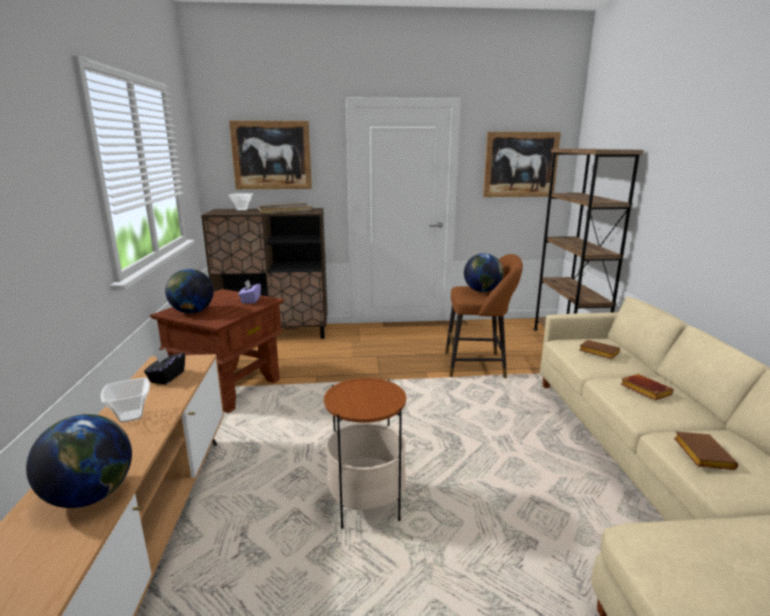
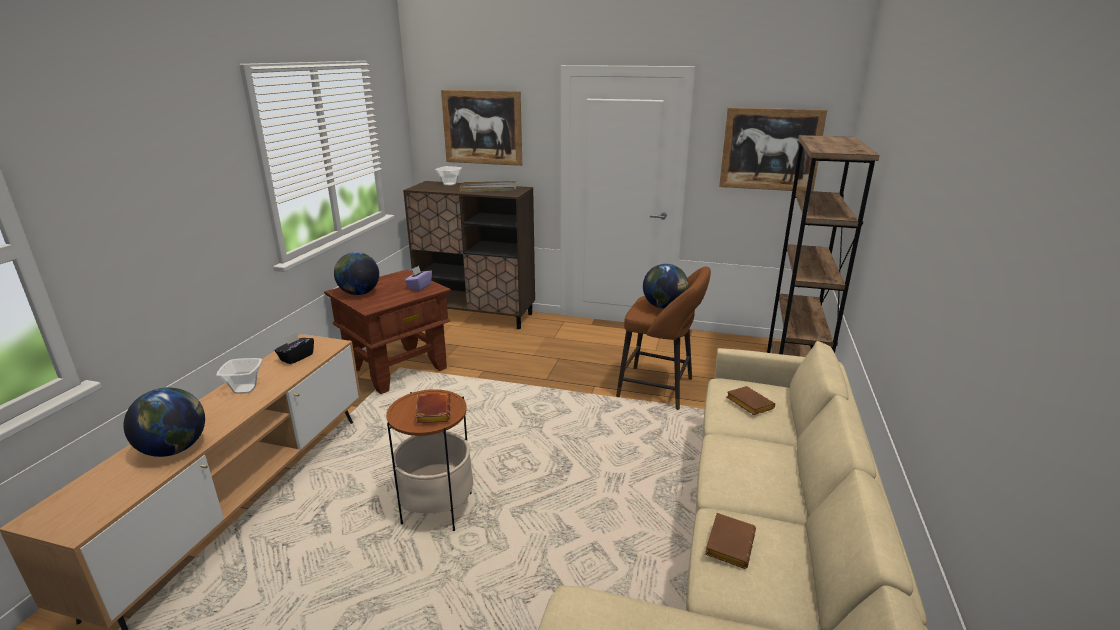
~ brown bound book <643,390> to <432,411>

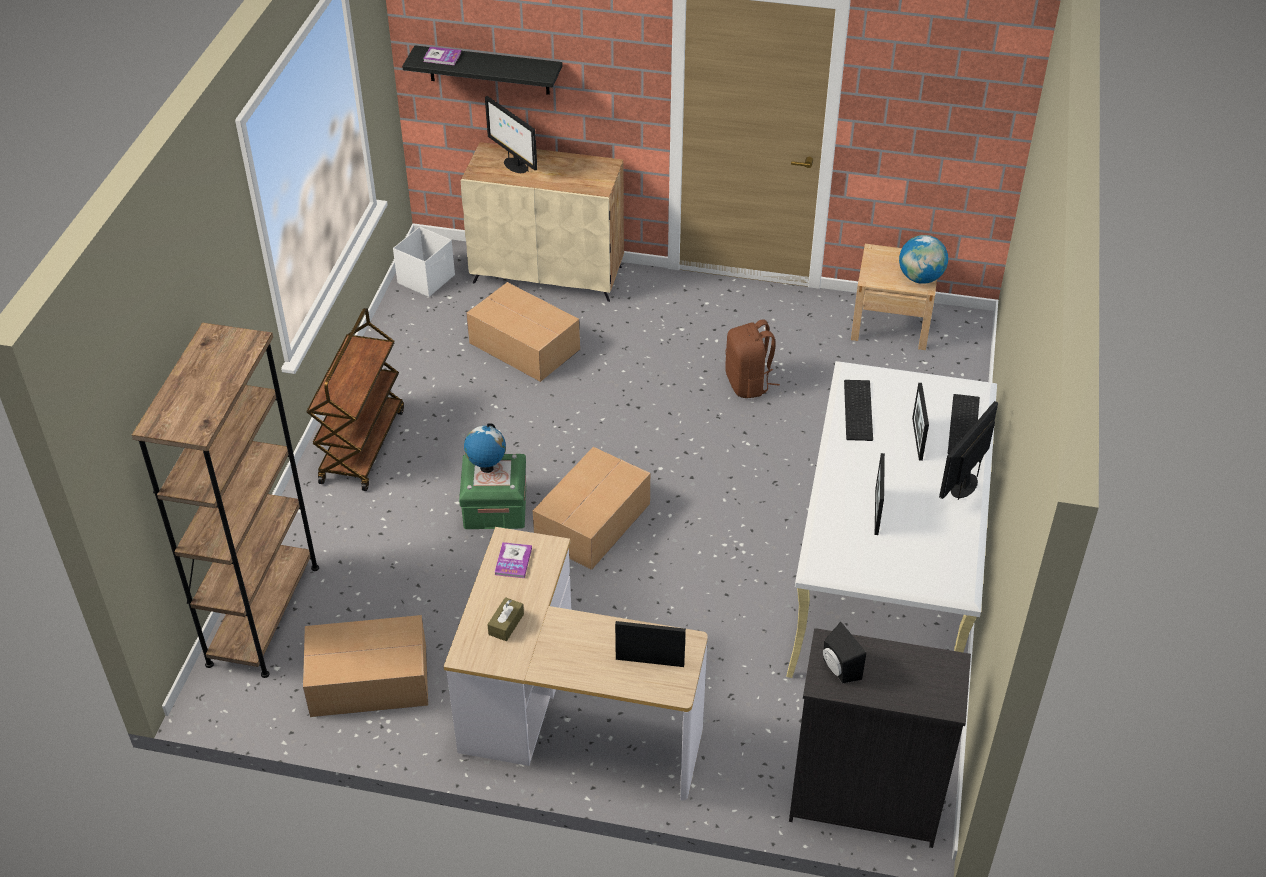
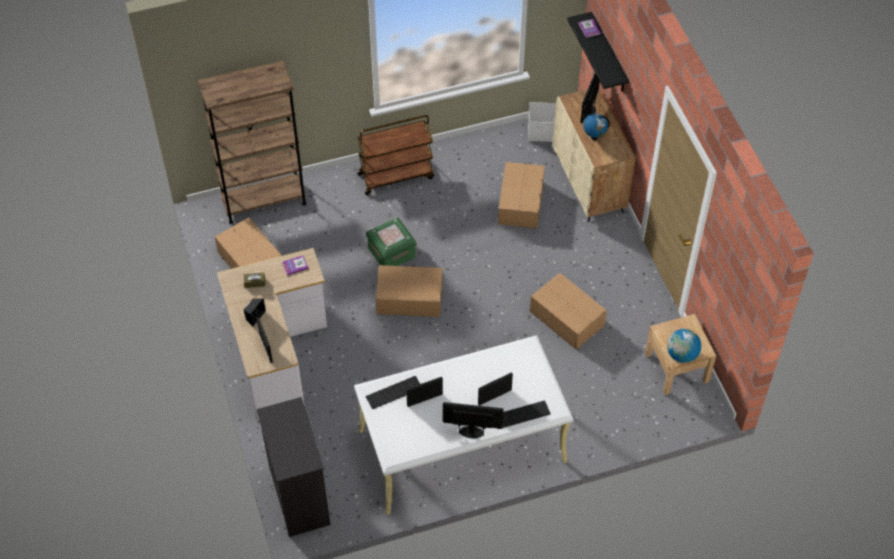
~ brown knapsack <748,384> to carton <567,319>
~ PC keyboard <860,411> to <394,393>
~ world globe <486,468> to <594,137>
~ black-coloured loudspeaker <838,669> to <254,316>

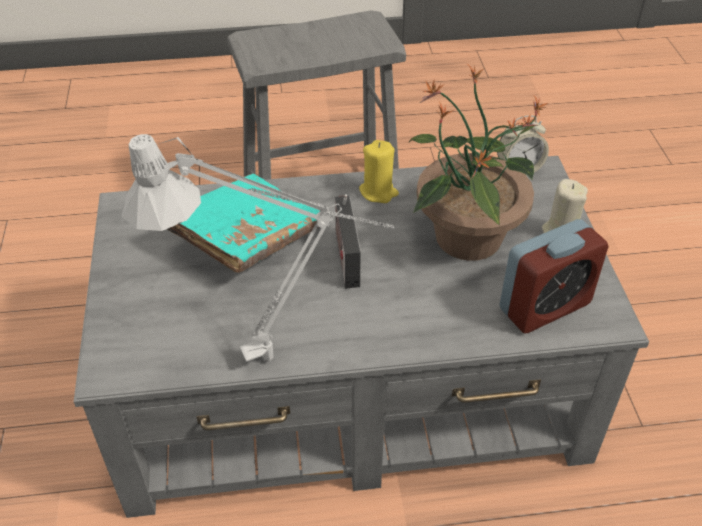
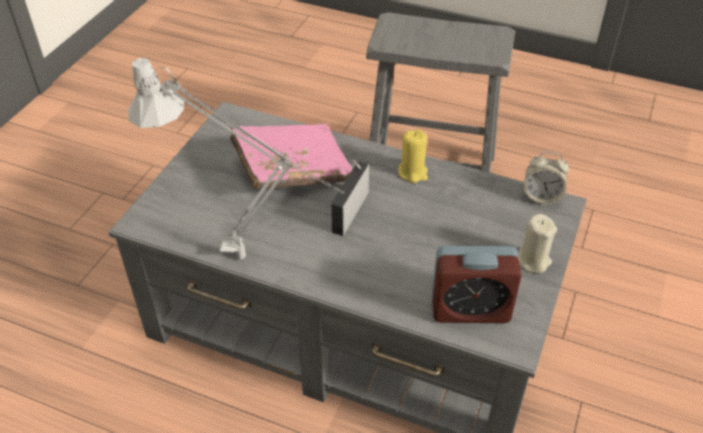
- potted plant <466,238>
~ turquoise-coloured bound book <246,238> to pink-coloured bound book <292,169>

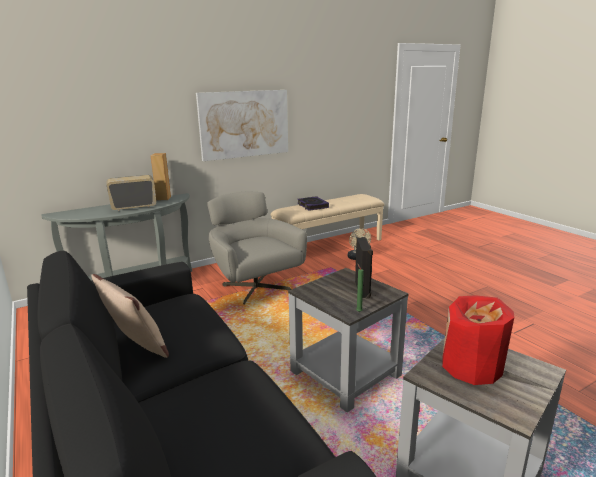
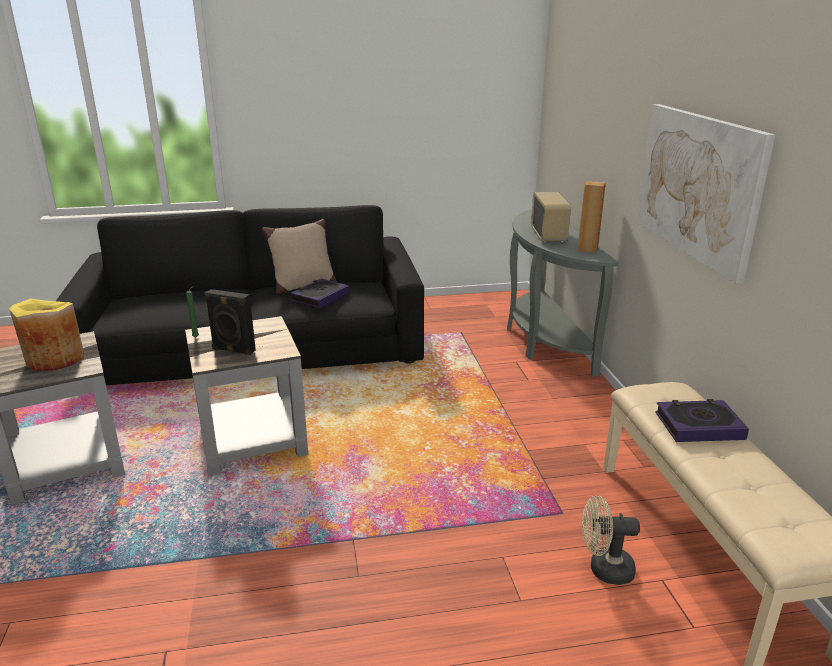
- grey armchair <254,287>
~ red-coloured flower vase <472,365> to yellowish flower vase <55,359>
+ bound book <320,297>

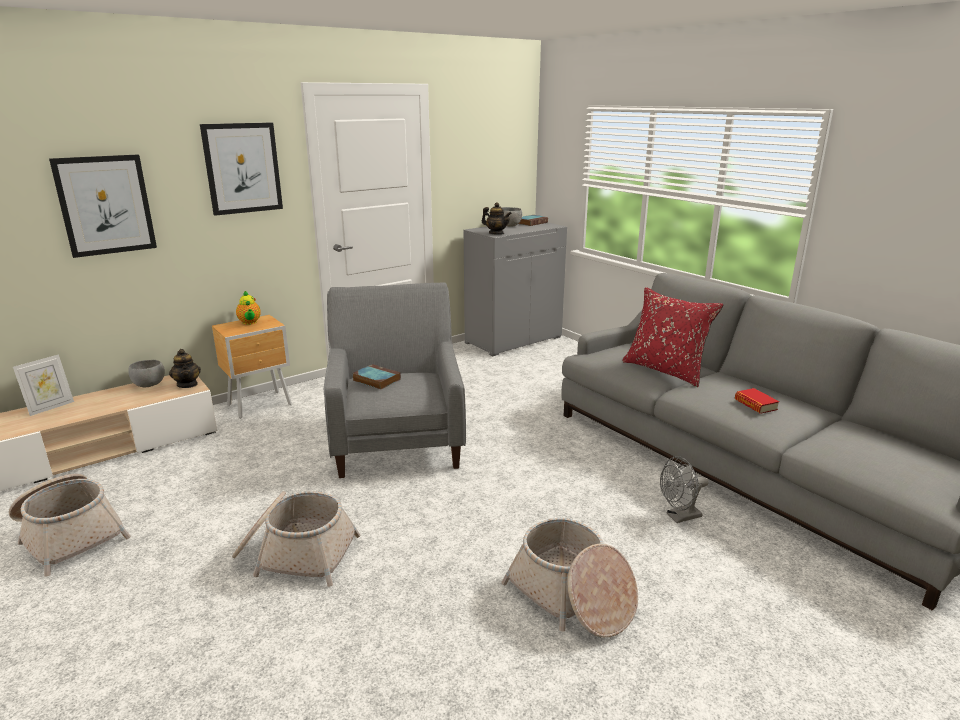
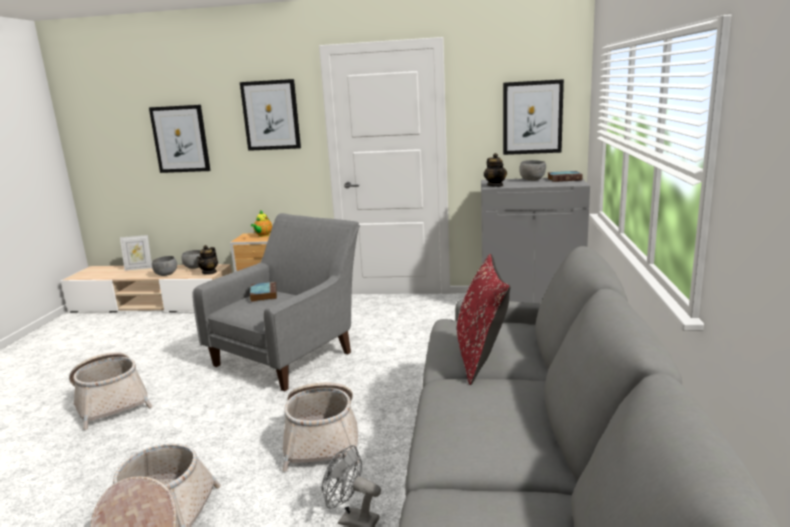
- bound book <755,404>
~ basket <70,535> to <322,438>
+ wall picture <532,117>
+ grey serving bowl <166,275>

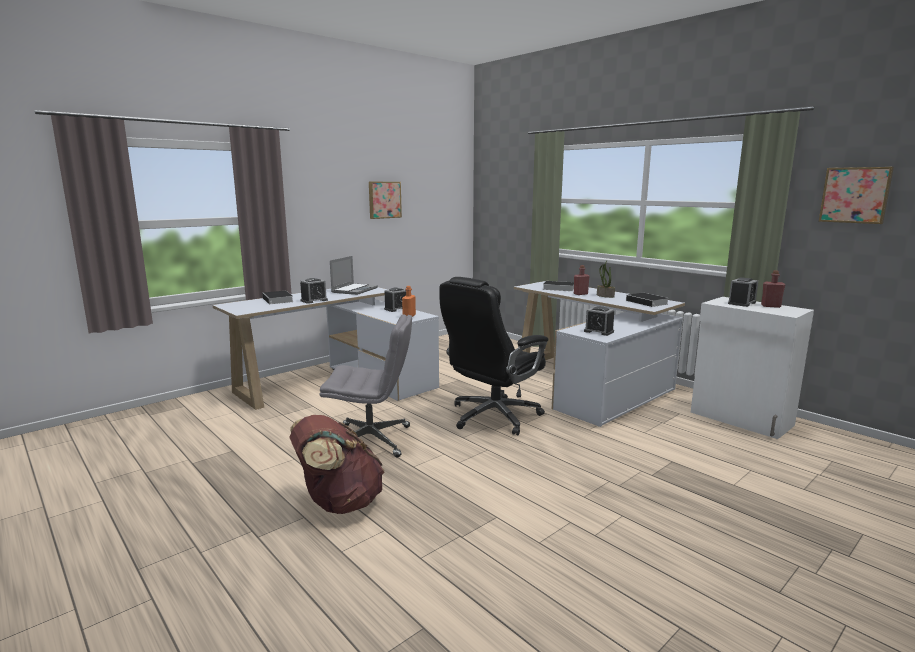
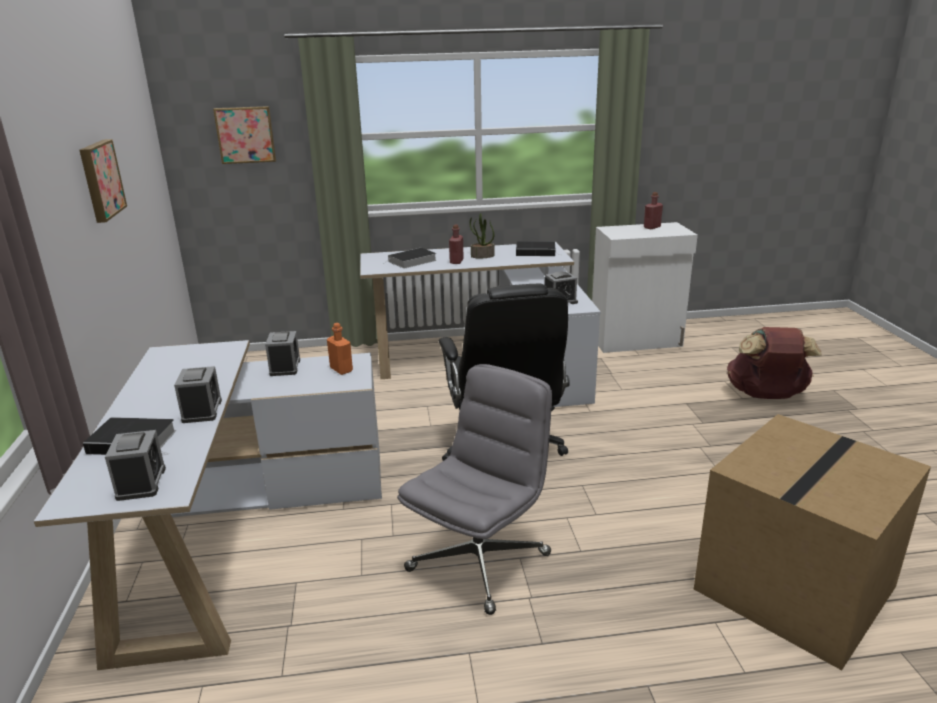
~ wall picture <855,195> to <245,134>
- laptop <354,290>
~ alarm clock <741,303> to <141,483>
~ brown knapsack <338,503> to <766,396>
+ carton <795,590>

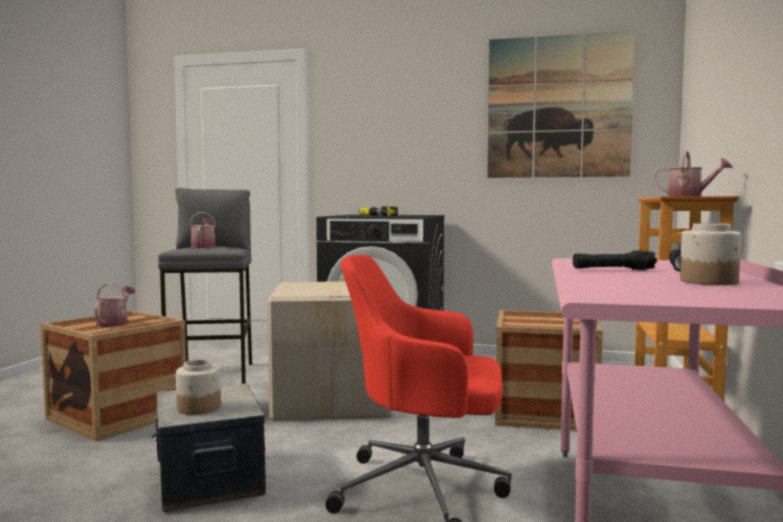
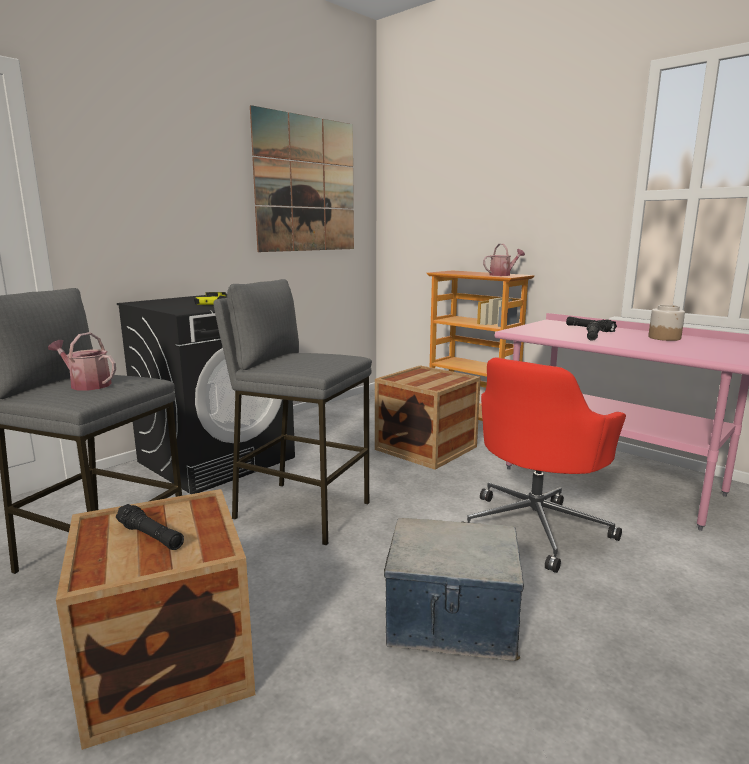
~ carton <334,400> to grey stool <301,510>
~ sprinkling can <115,323> to black-coloured torch <150,536>
- storage jar <199,408>

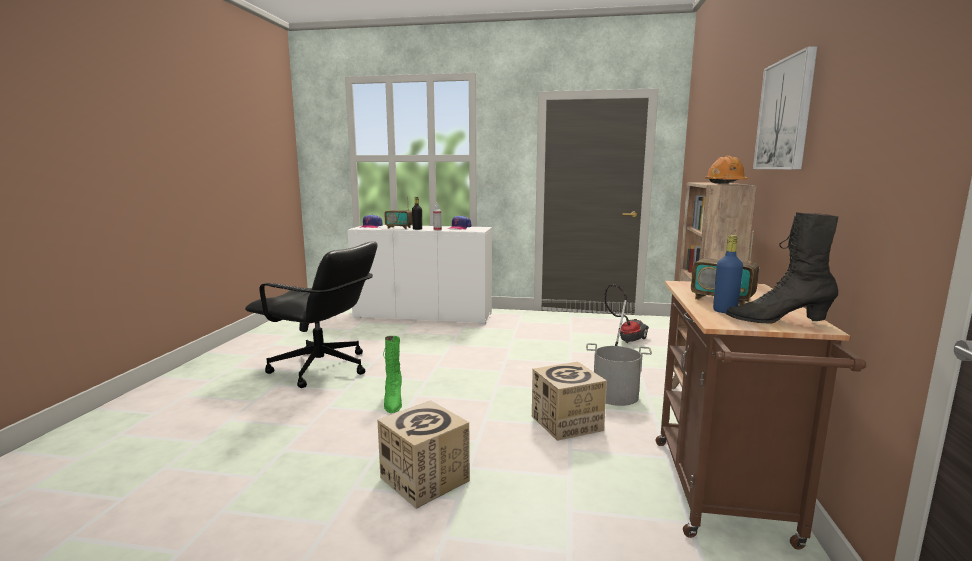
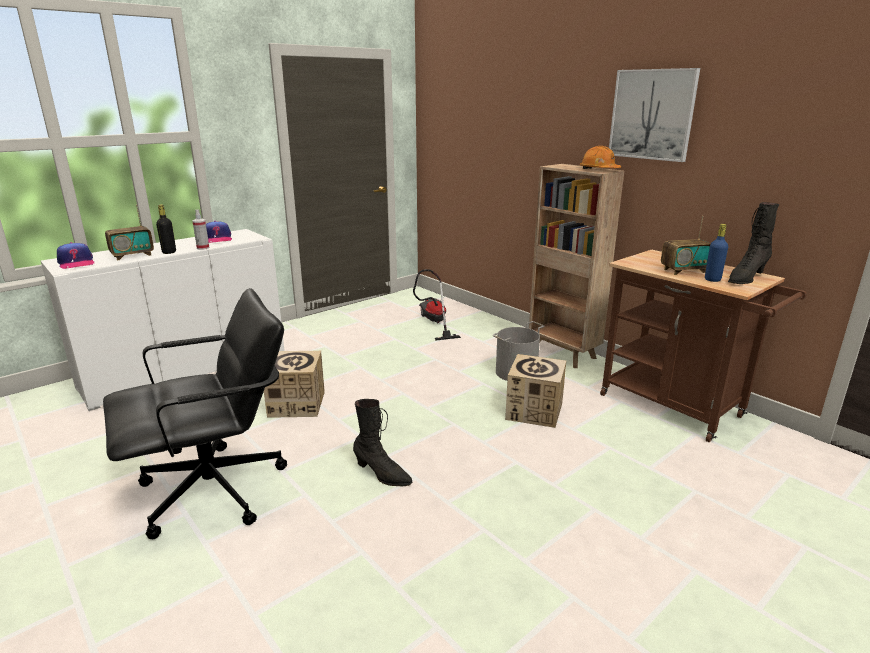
~ green-coloured boot <393,402> to black-coloured boot <382,474>
~ carton <424,479> to <296,404>

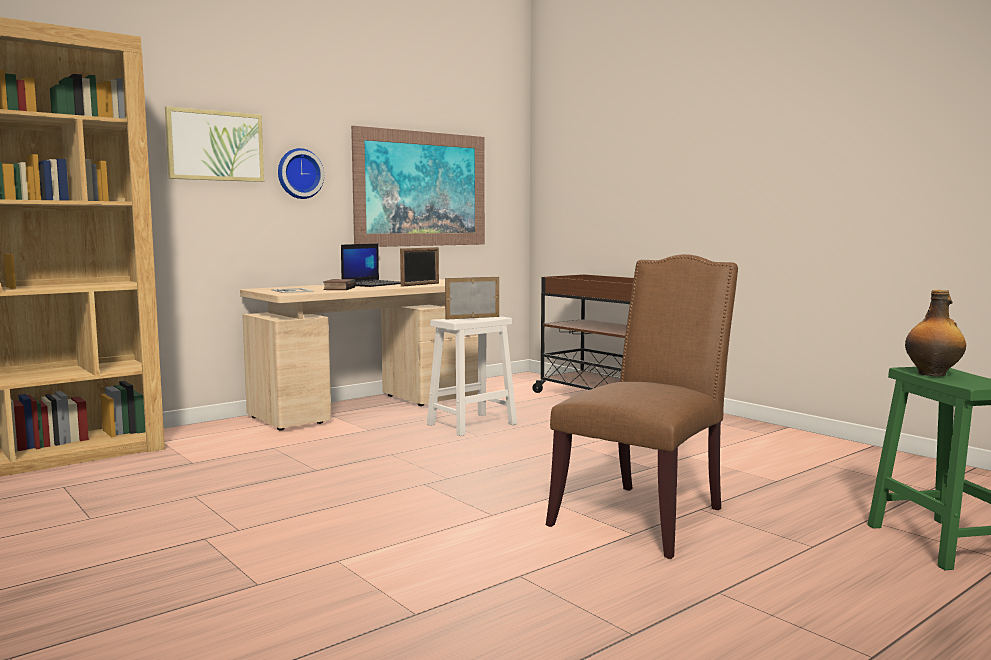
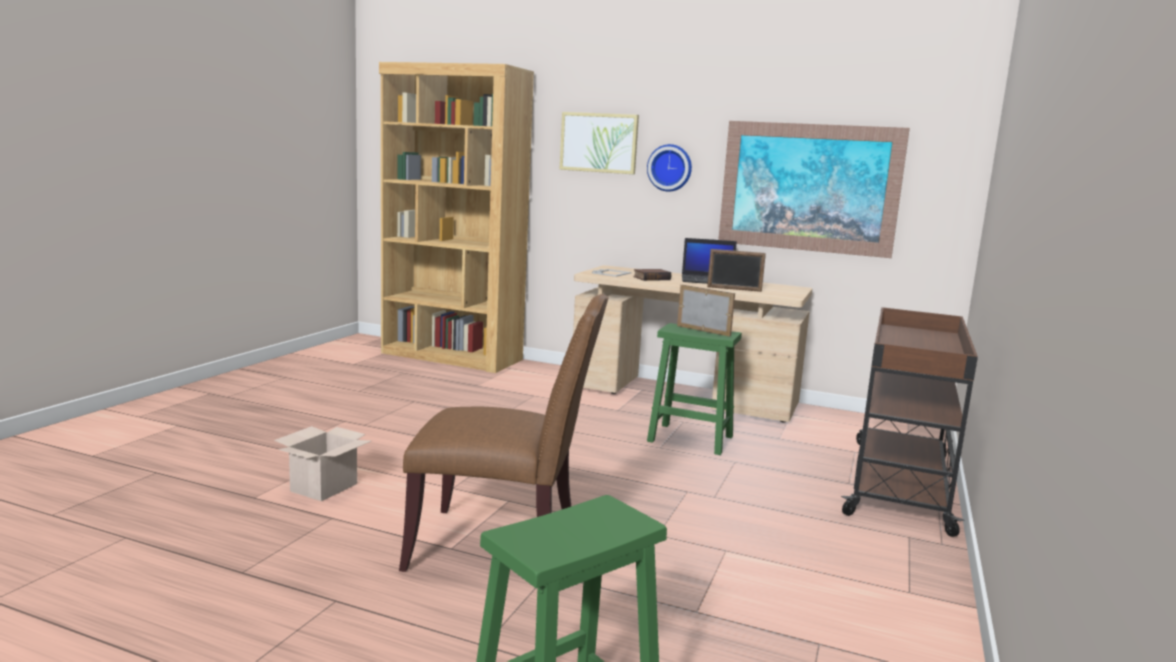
- bottle <933,374>
~ whitish stool <470,424> to green-coloured stool <689,439>
+ carton <324,487>

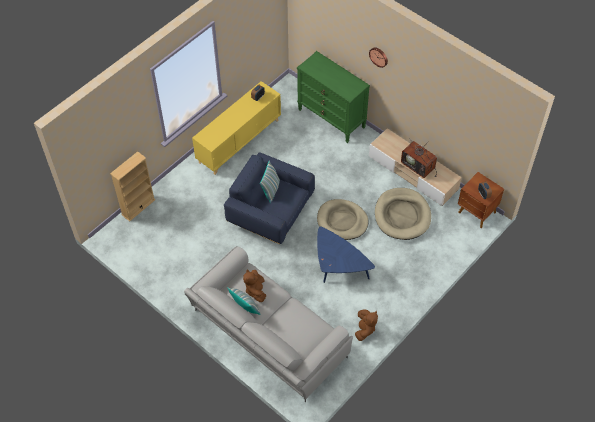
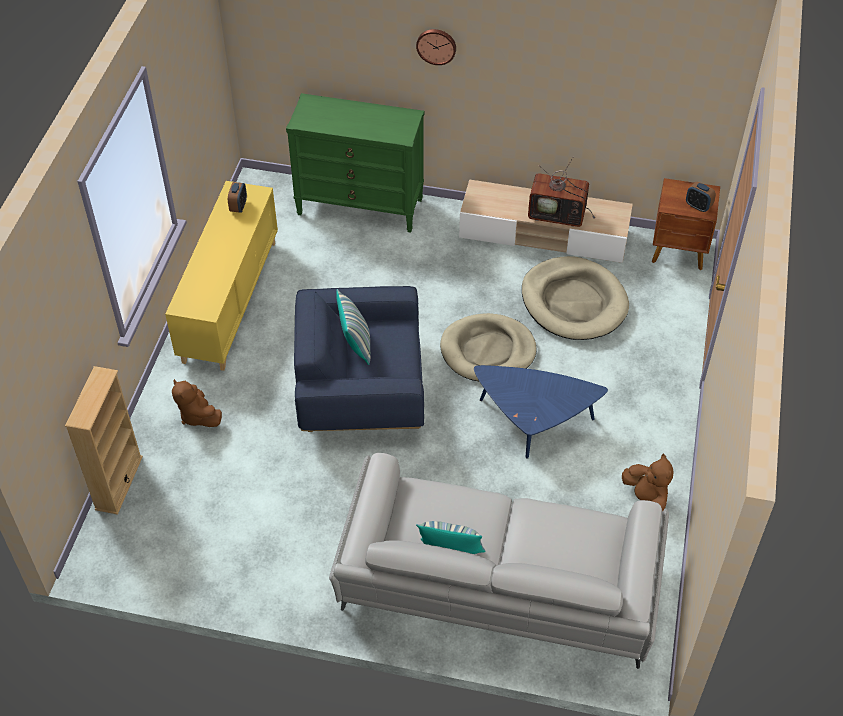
~ brown cuddly toy <255,290> to <197,415>

